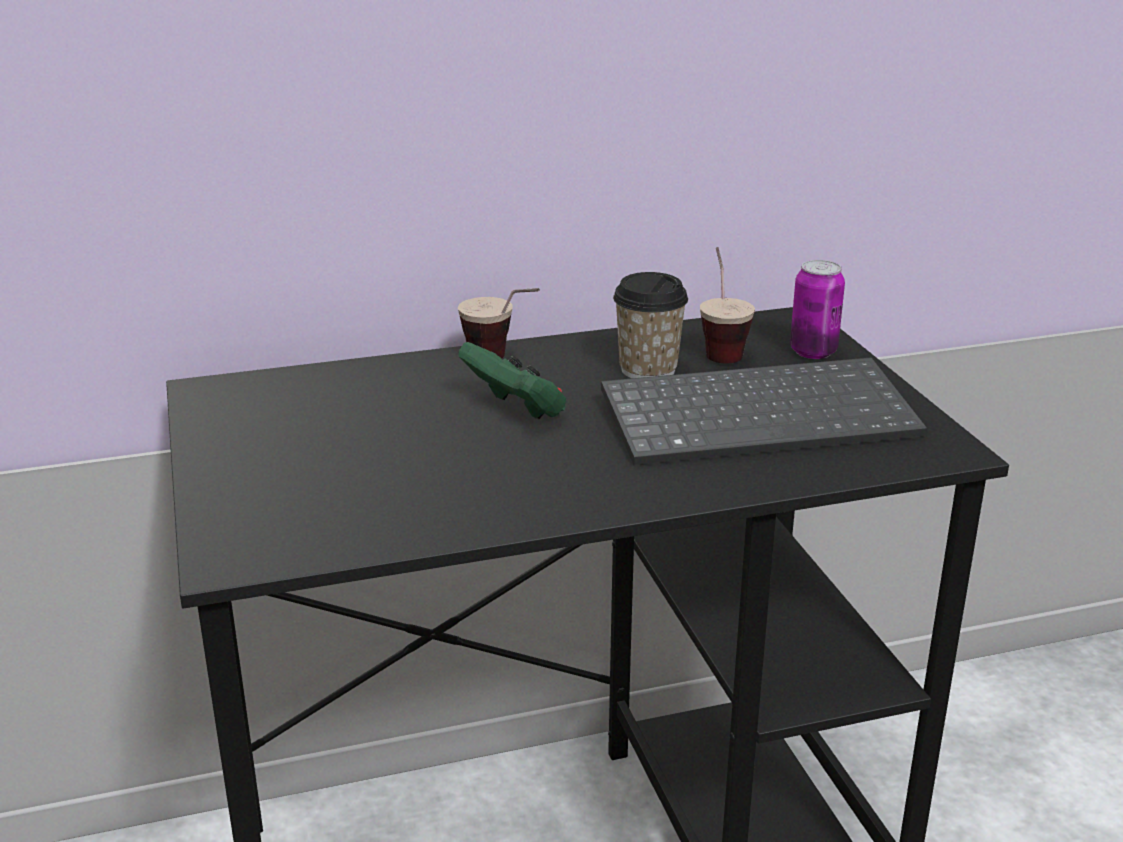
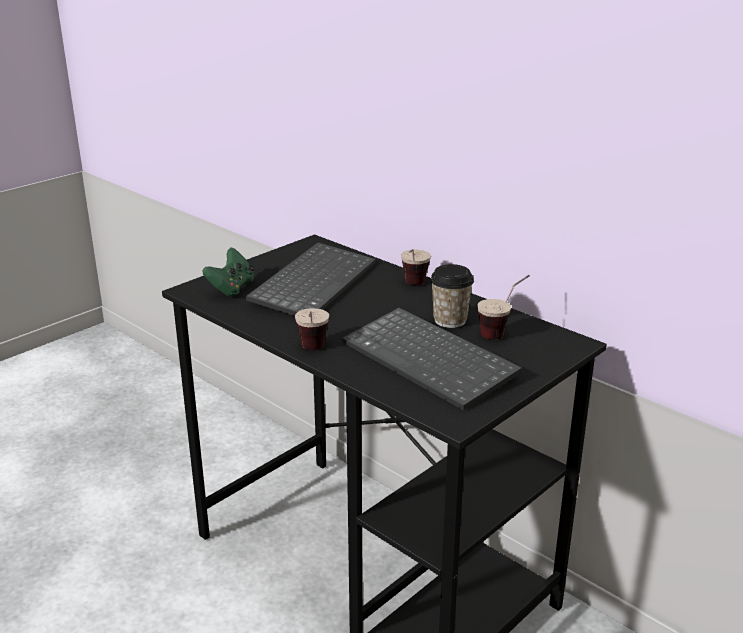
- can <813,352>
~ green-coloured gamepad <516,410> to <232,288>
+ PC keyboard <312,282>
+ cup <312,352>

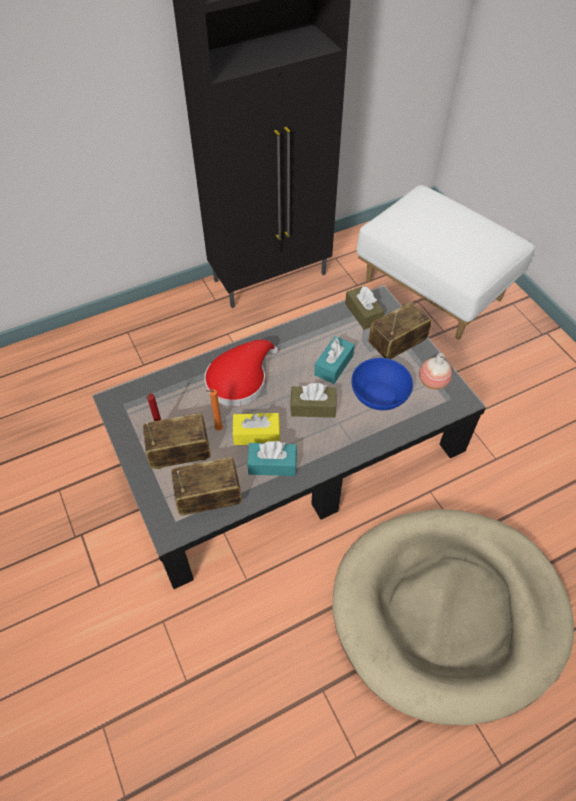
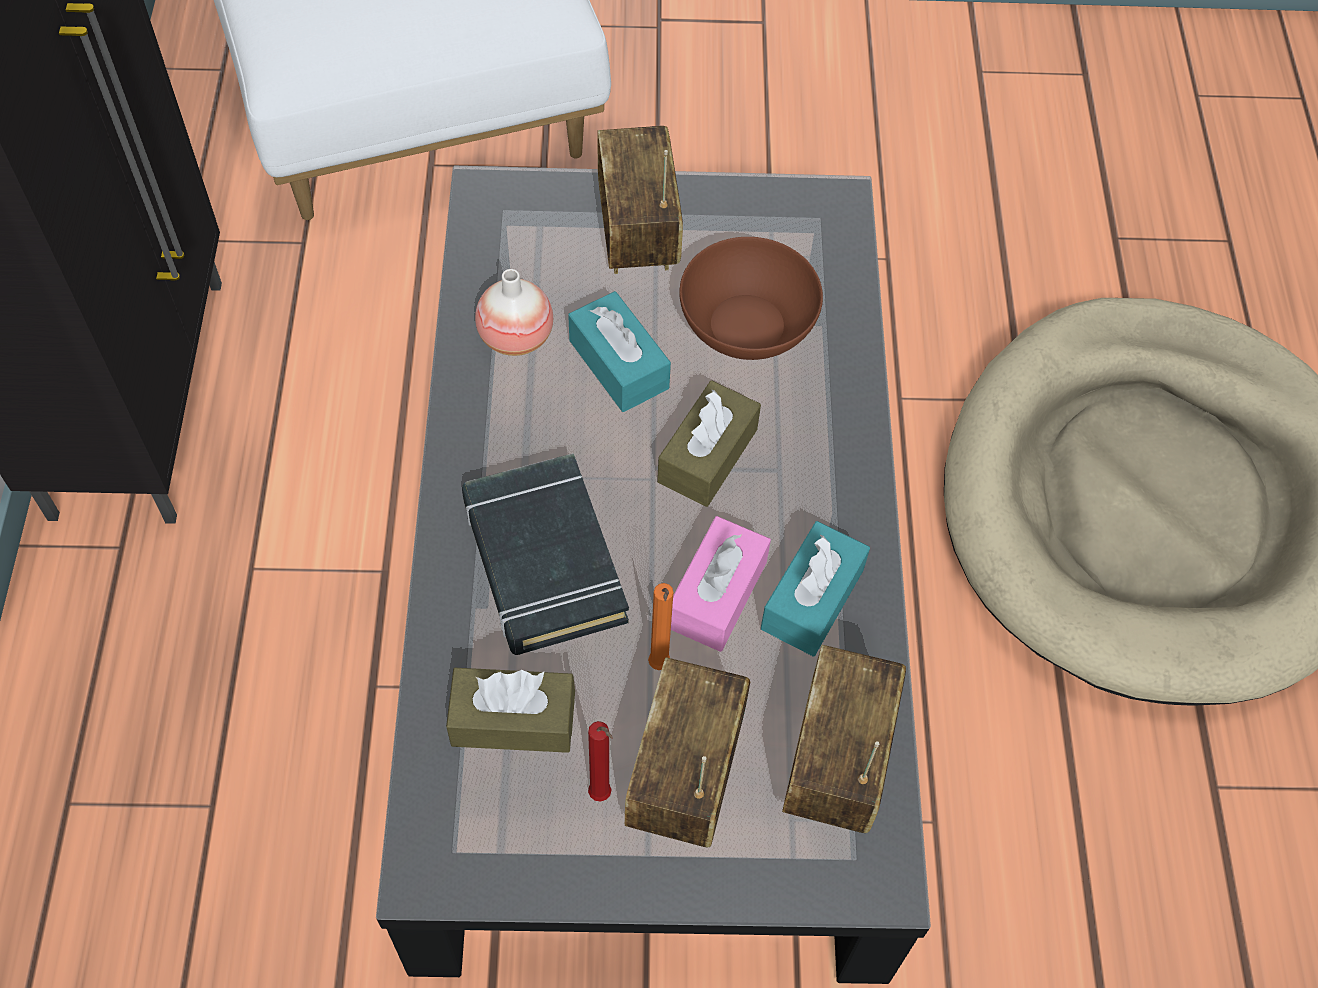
~ brown box of tissues <363,313> to <513,720>
~ red-coloured wearable hat <239,379> to black-coloured bound book <543,561>
~ flower vase <433,382> to <516,337>
~ bluish serving bowl <379,395> to brown serving bowl <747,325>
~ yellowish box of tissues <256,434> to pink-coloured box of tissues <717,594>

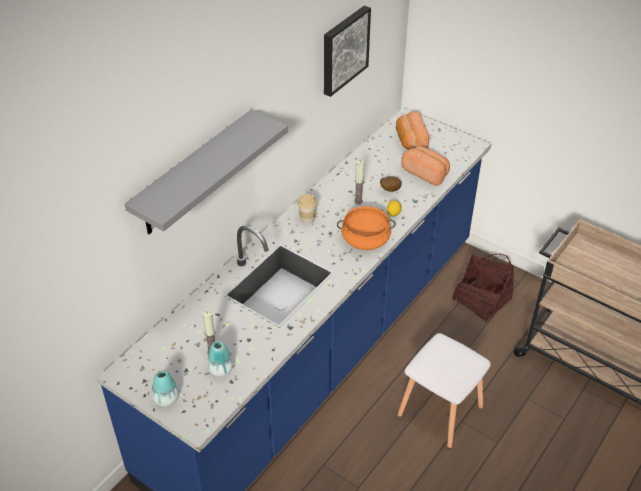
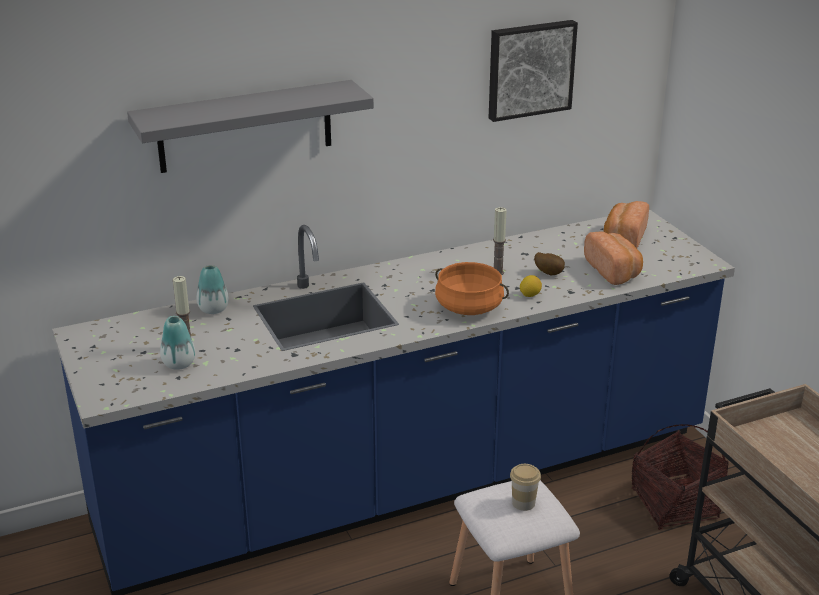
~ cup <307,219> to <523,503>
~ flower vase <166,399> to <213,309>

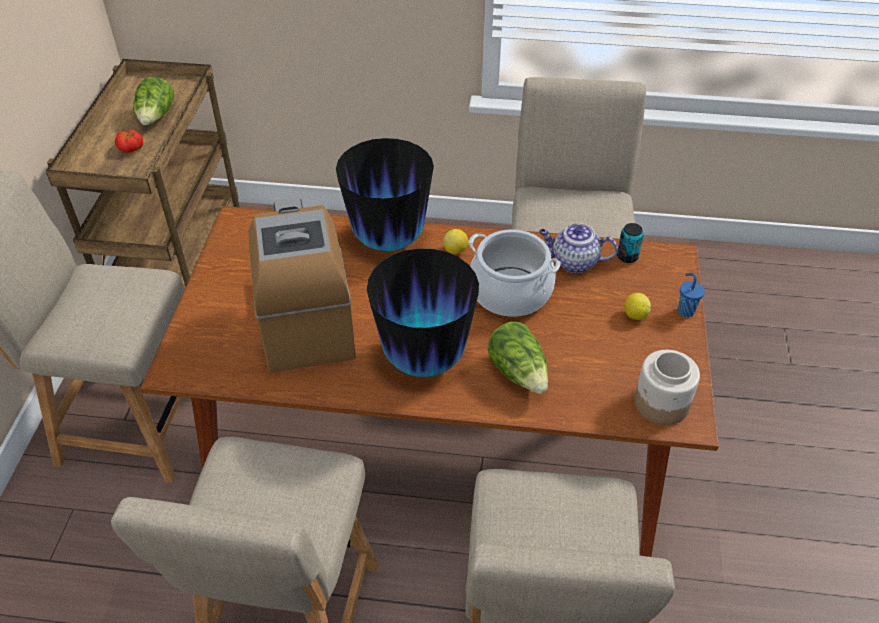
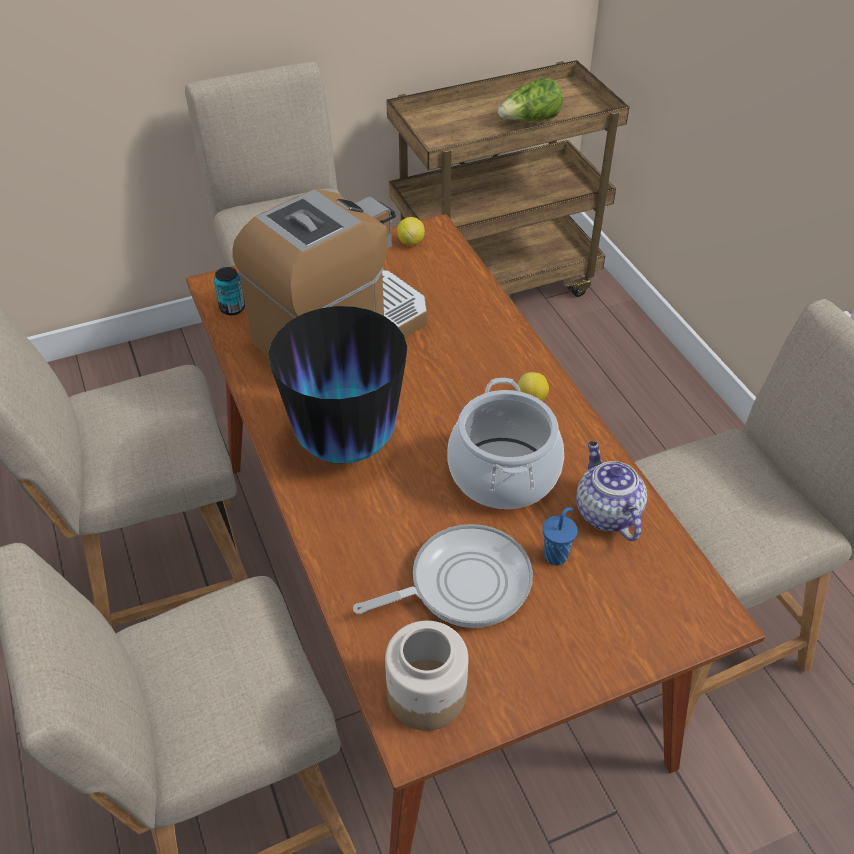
- whole tomato <131,149>
- flower vase <388,240>
~ can <627,256> to <232,308>
~ bluish cup <685,310> to <556,555>
~ whole lemon <635,315> to <410,242>
- head of lettuce <519,372>
+ pan <463,584>

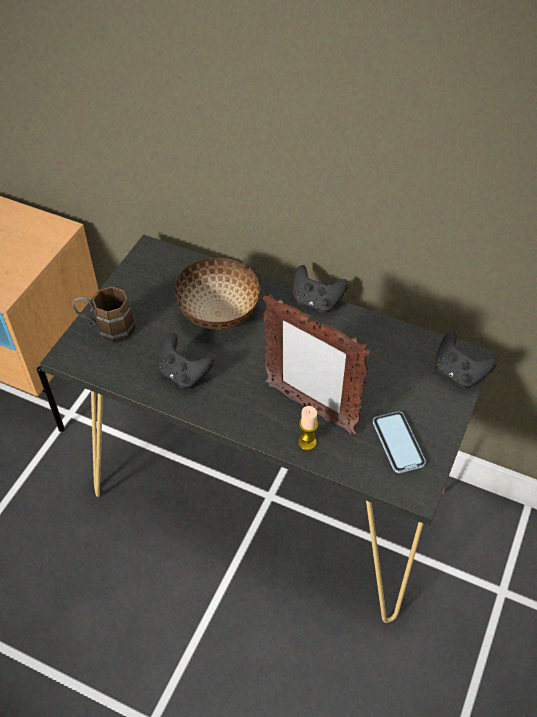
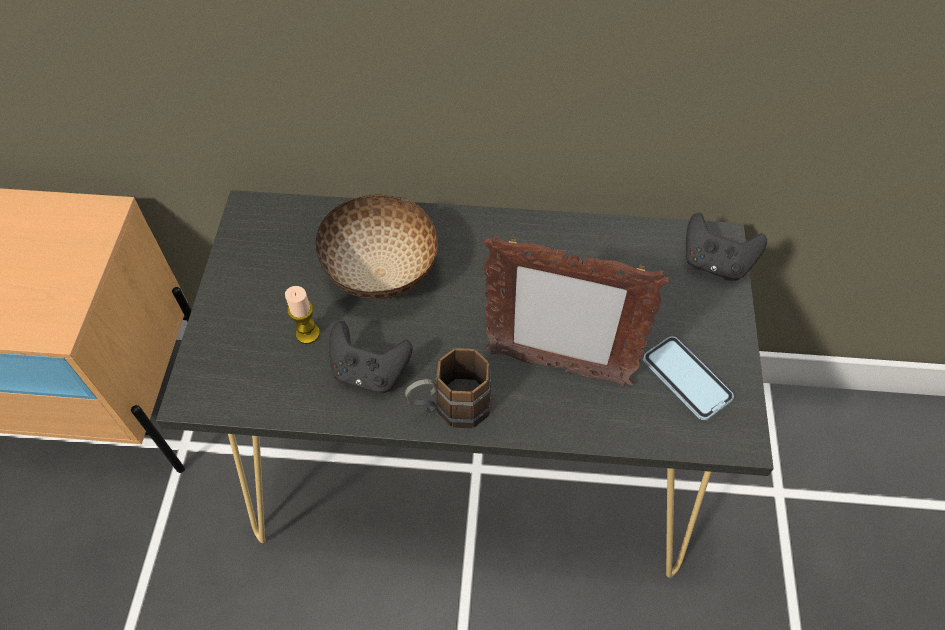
- black-coloured gamepad <316,301>
~ brown mug <107,329> to <450,408>
~ candle <307,442> to <307,333>

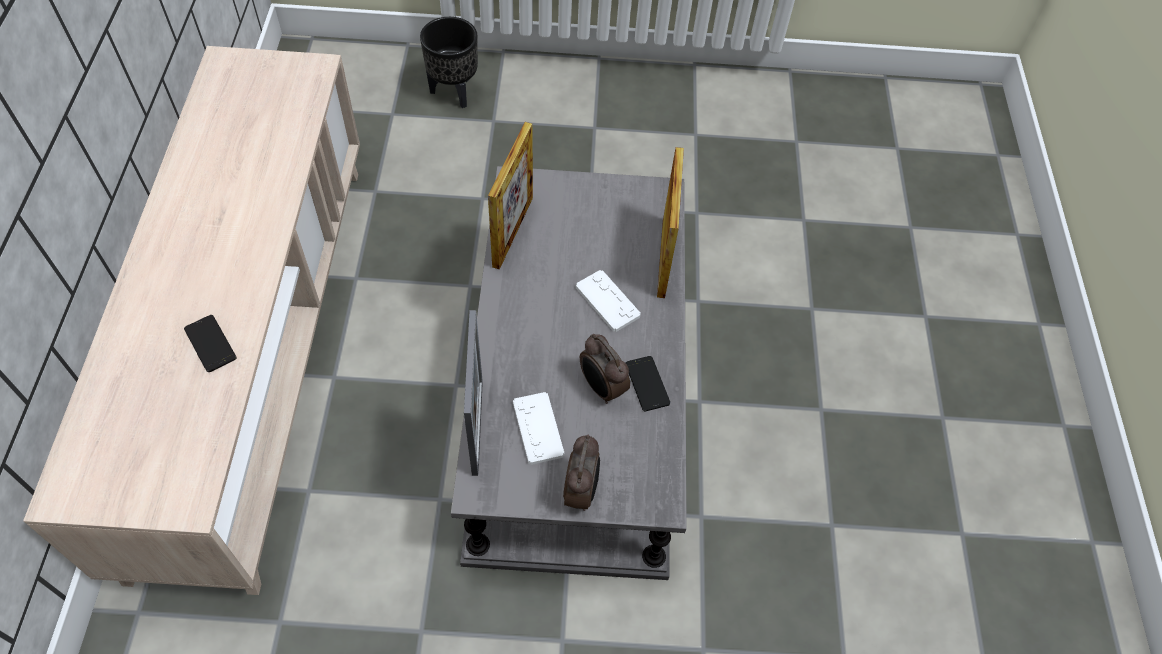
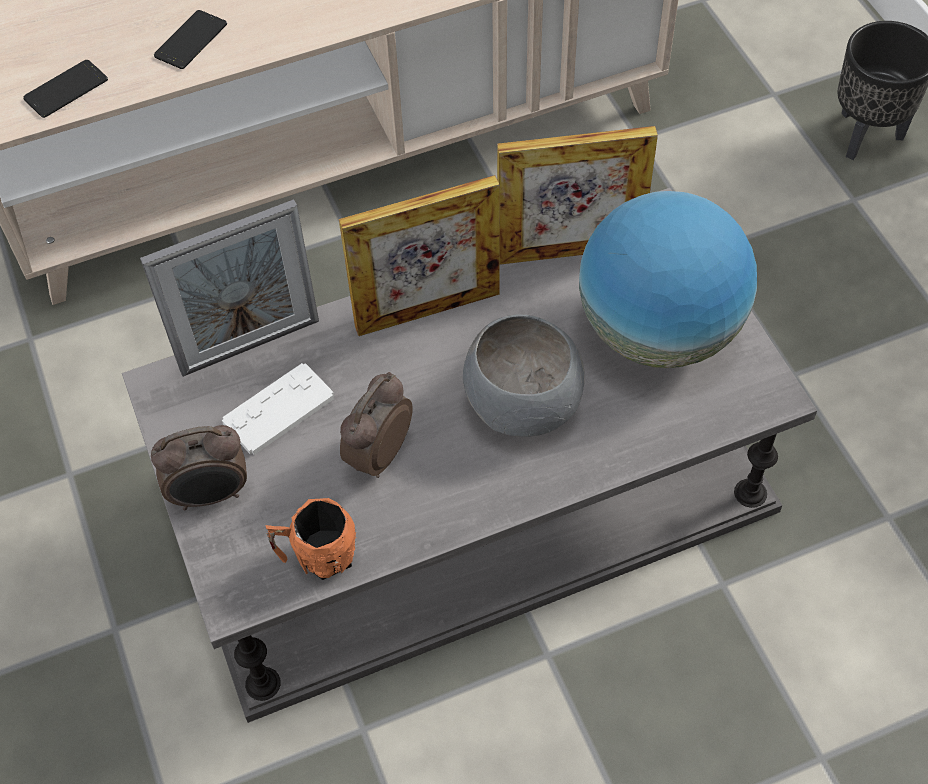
~ picture frame <663,258> to <427,310>
~ whitish gamepad <607,301> to grey serving bowl <523,404>
~ phone <647,383> to <66,89>
+ world globe <657,331>
+ orange-coloured mug <317,556>

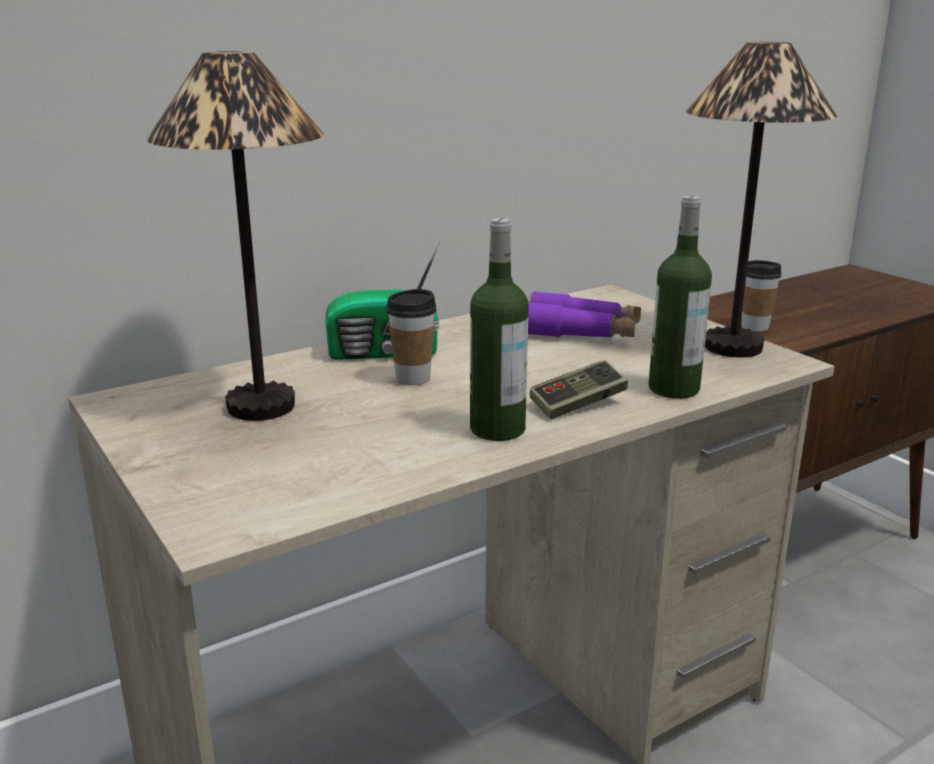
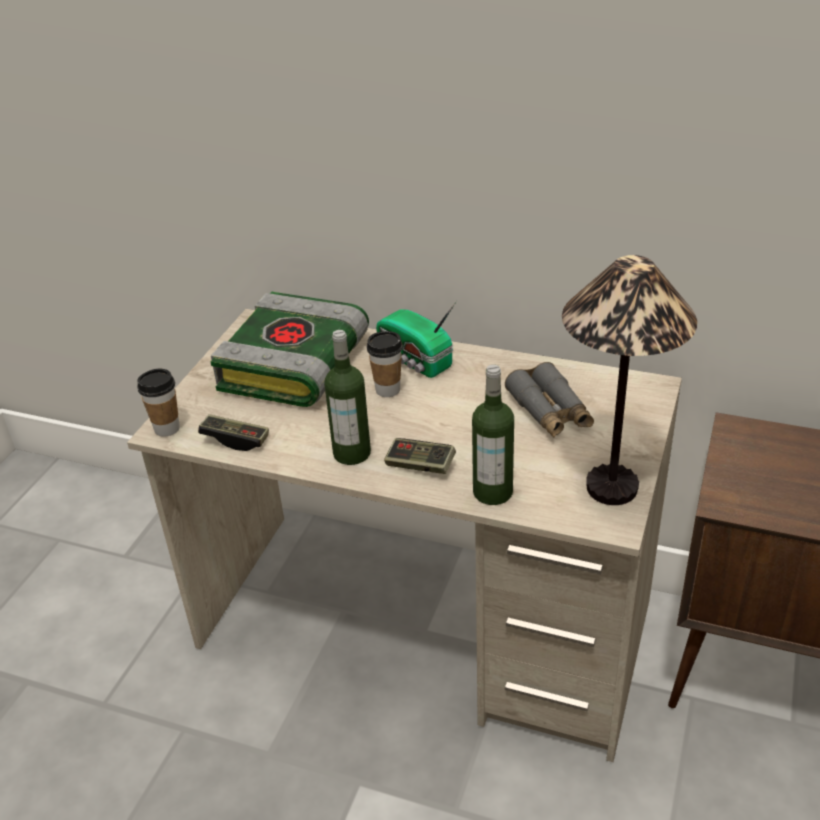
~ tabletop lamp <263,406> to bound book <295,366>
~ cup <755,327> to <167,428>
~ purplish binoculars <581,332> to grey binoculars <549,411>
+ gamepad <235,440>

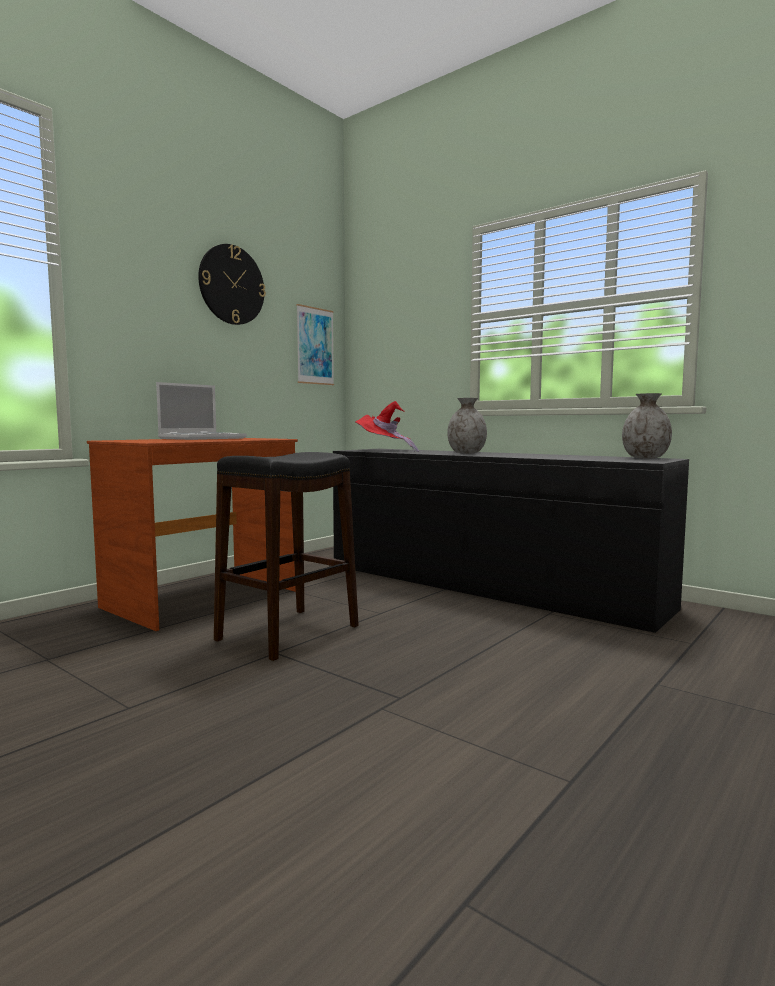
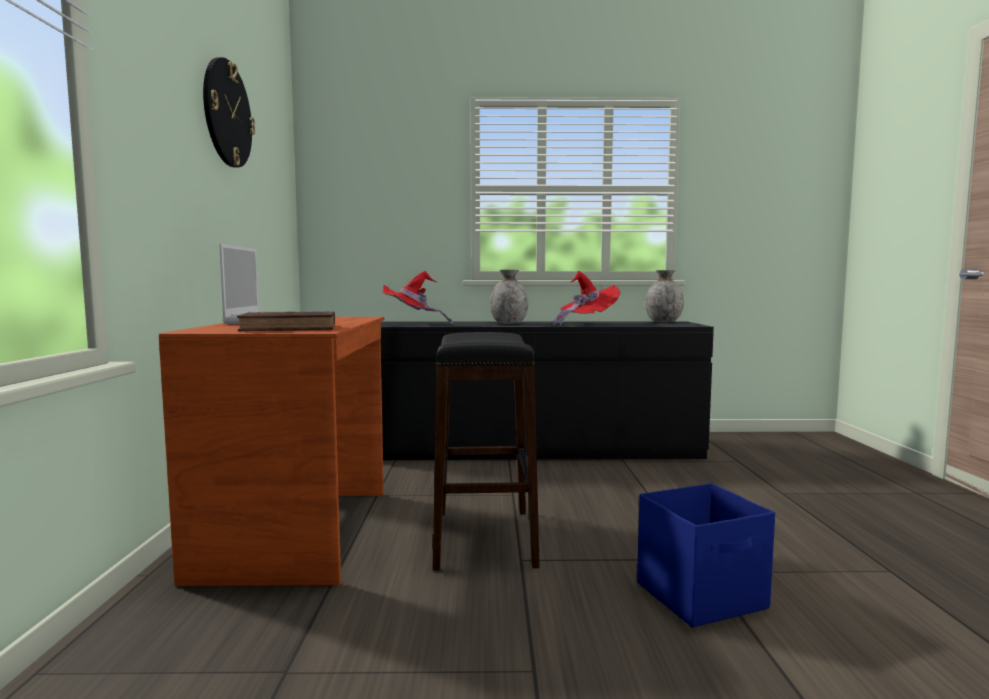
- wall picture <315,346>
+ red-coloured wearable hat <586,324>
+ brown bound book <292,328>
+ bluish storage container <702,596>

